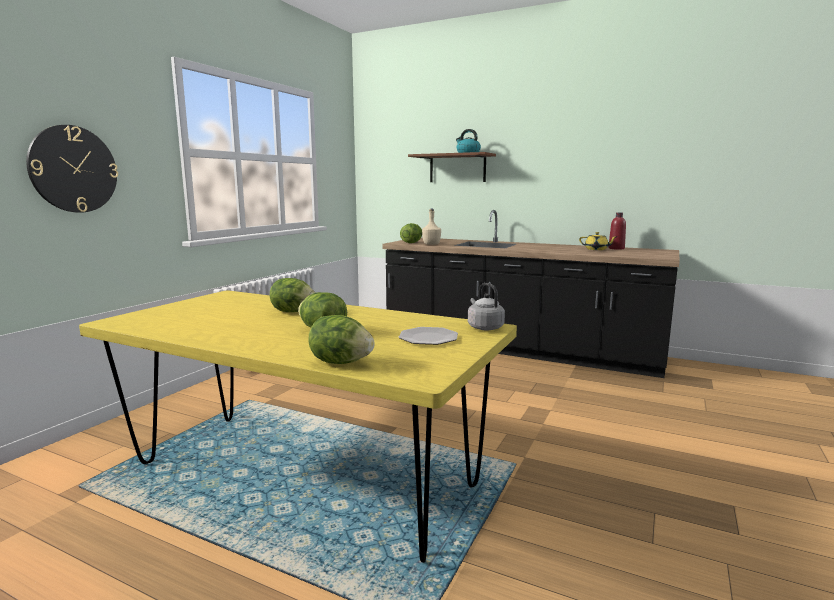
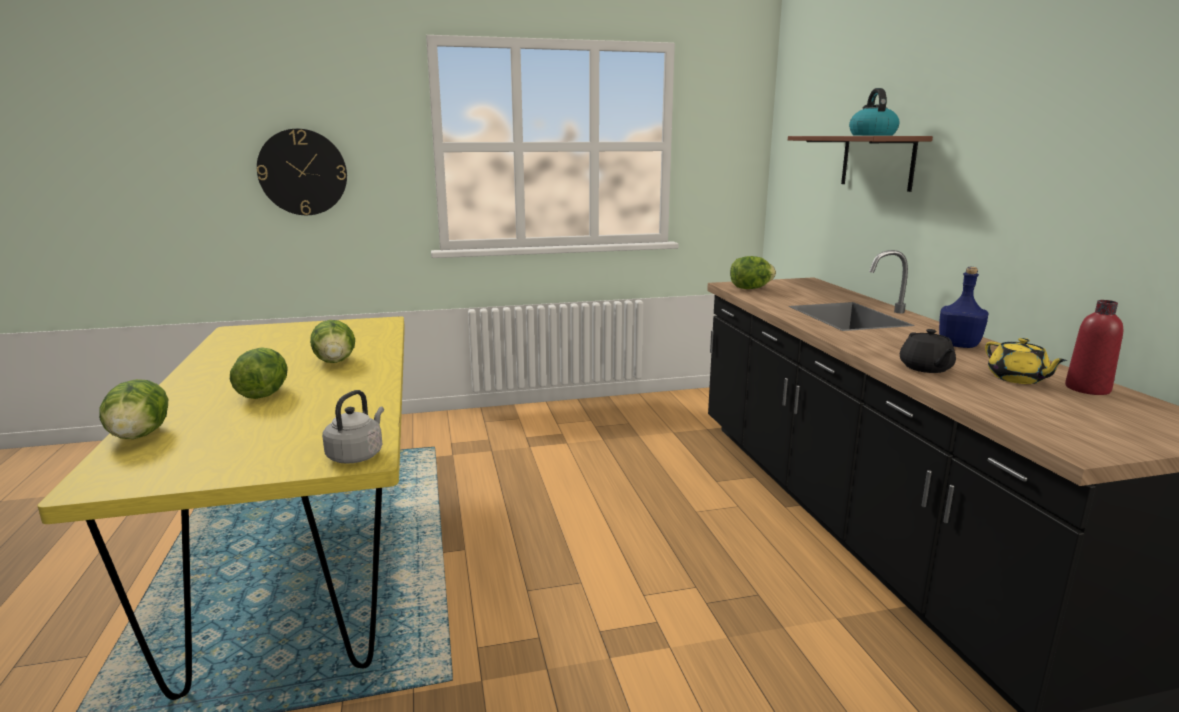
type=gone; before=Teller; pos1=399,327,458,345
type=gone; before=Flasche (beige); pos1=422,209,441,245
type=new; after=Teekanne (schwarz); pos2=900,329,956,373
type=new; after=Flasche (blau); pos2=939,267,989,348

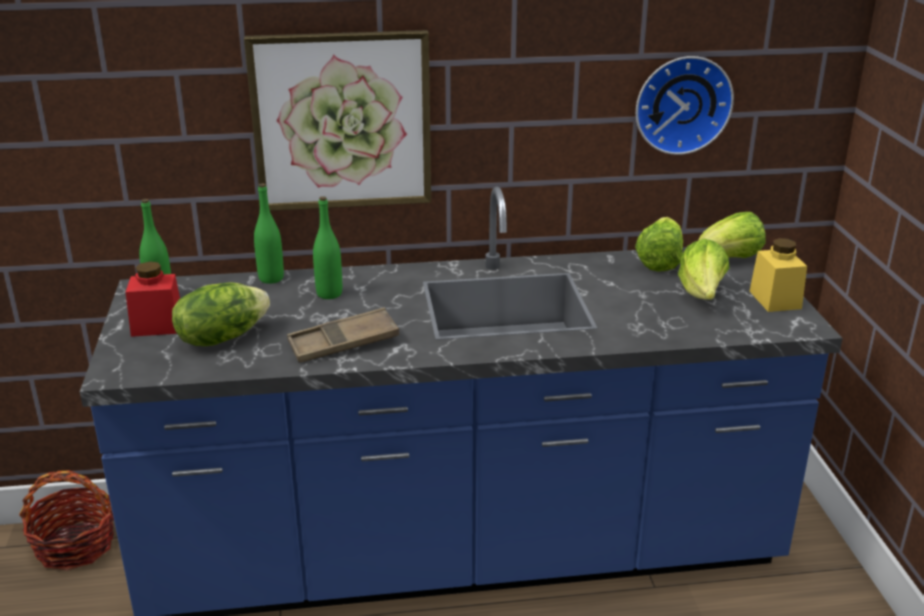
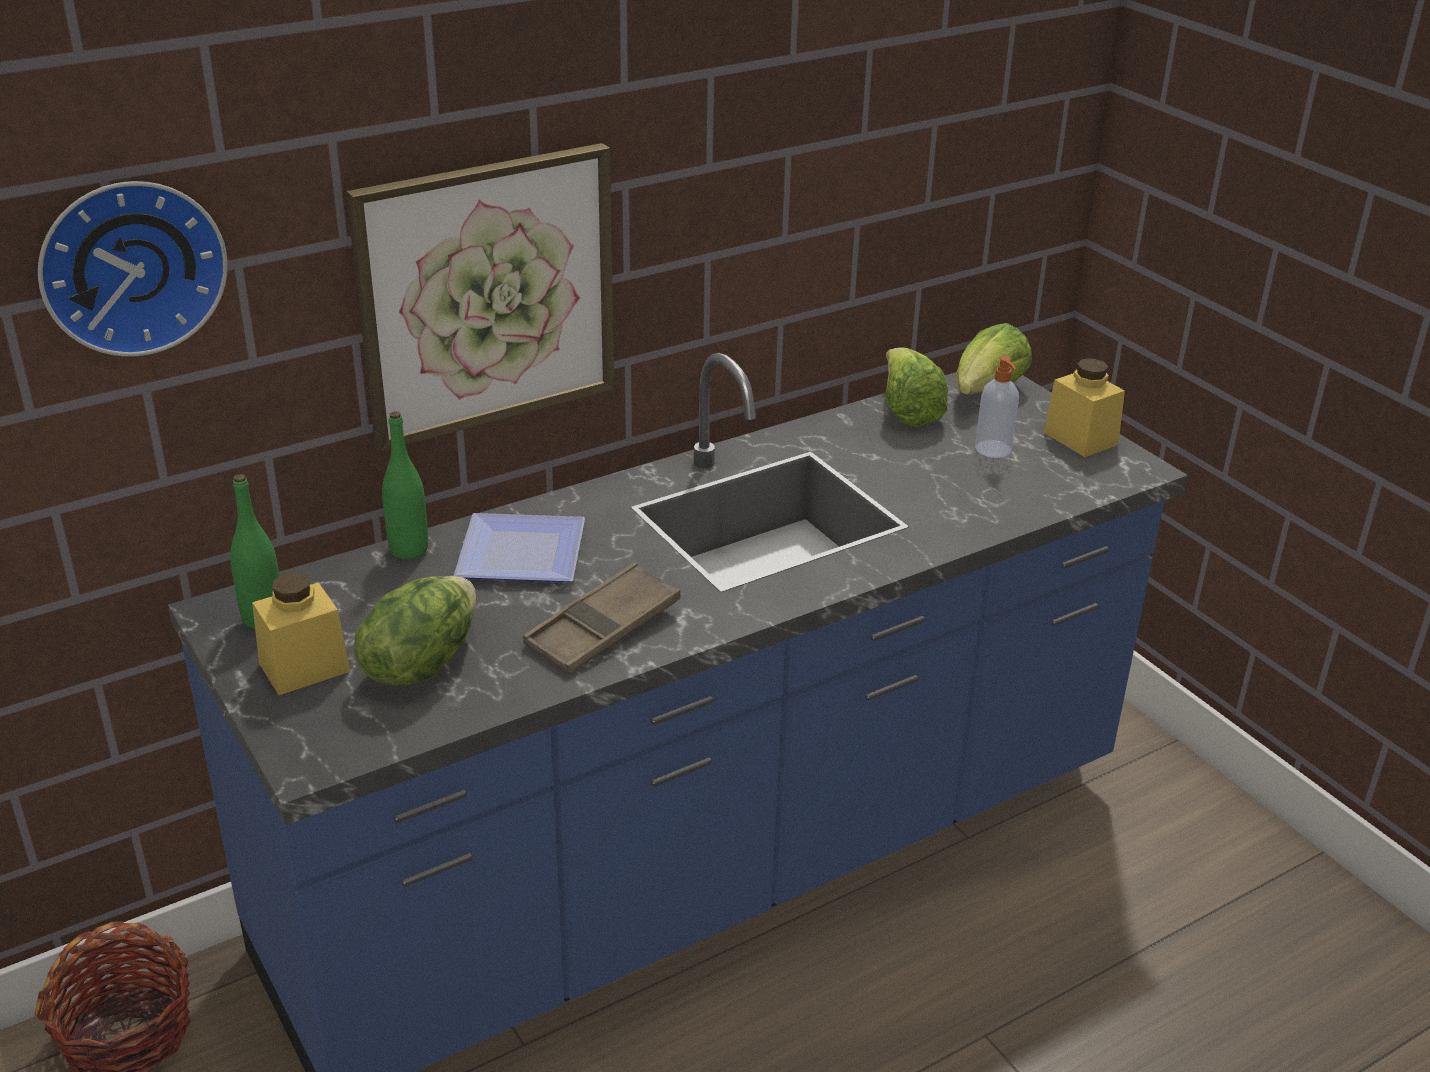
type=repainted; before=Vorratsglas (rot); after=Vorratsglas (gelb); pos1=126,261,180,337; pos2=252,572,350,695
type=swapped; before=Flasche (grün); after=Teller; pos1=313,196,342,299; pos2=454,513,585,582
type=shifted; before=Wanduhr; pos1=636,56,734,155; pos2=38,181,228,357
type=swapped; before=Salatkopf; after=Seifenspender; pos1=678,239,729,300; pos2=975,356,1019,458

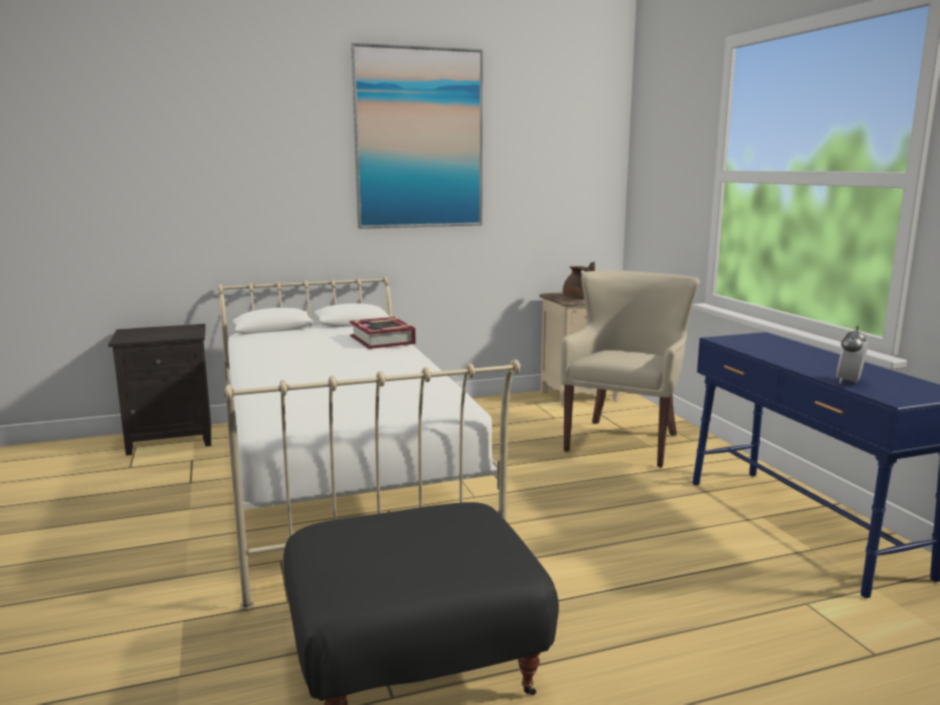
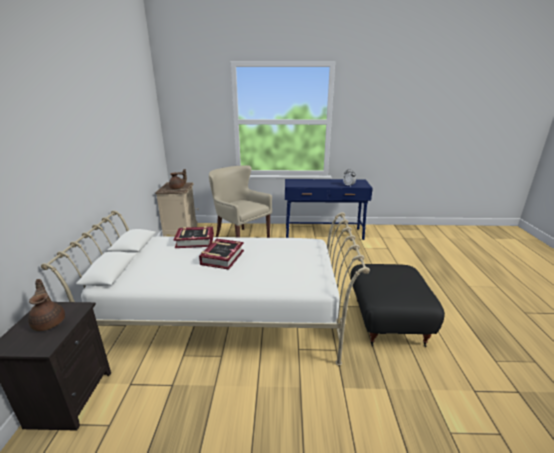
type=gone; before=Bild; pos1=351,43,483,229
type=new; after=Teekanne (braun); pos2=28,279,65,331
type=new; after=Buch; pos2=199,239,244,270

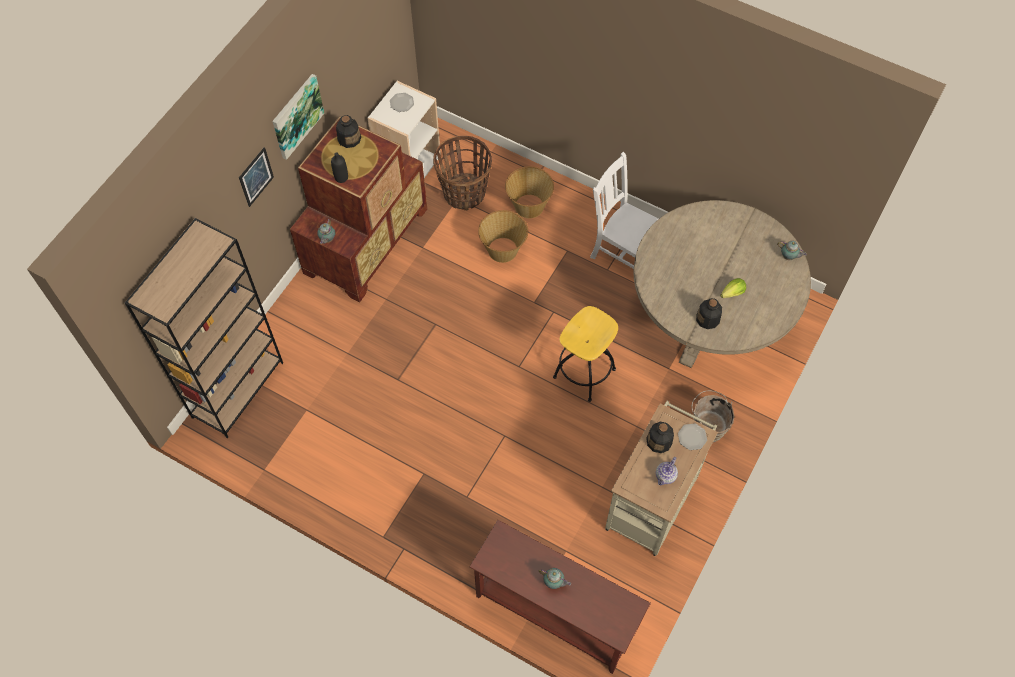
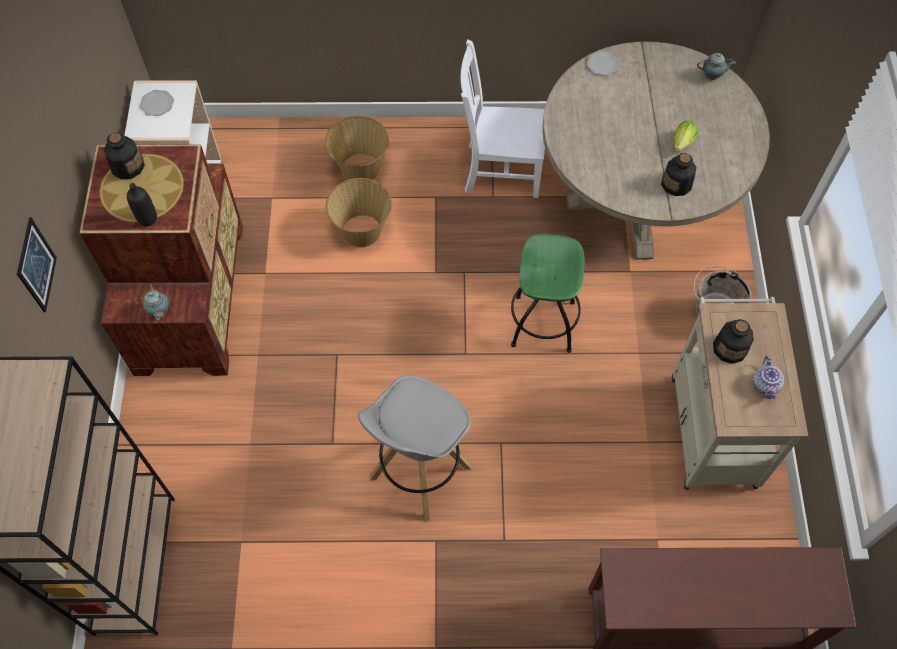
type=gone; before=Bild; pos1=272,74,324,160
type=gone; before=Korb; pos1=433,136,492,210
type=gone; before=Teekanne; pos1=539,568,571,589
type=repainted; before=Hocker (gelb); after=Hocker (grün); pos1=553,306,618,402; pos2=511,234,585,353
type=shifted; before=Teller; pos1=678,423,707,450; pos2=587,51,619,76
type=new; after=Hocker (grau); pos2=358,375,471,522

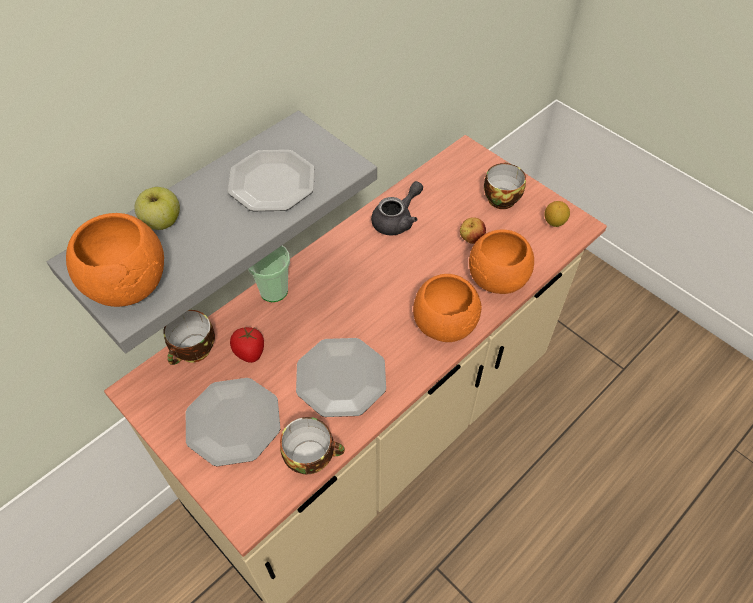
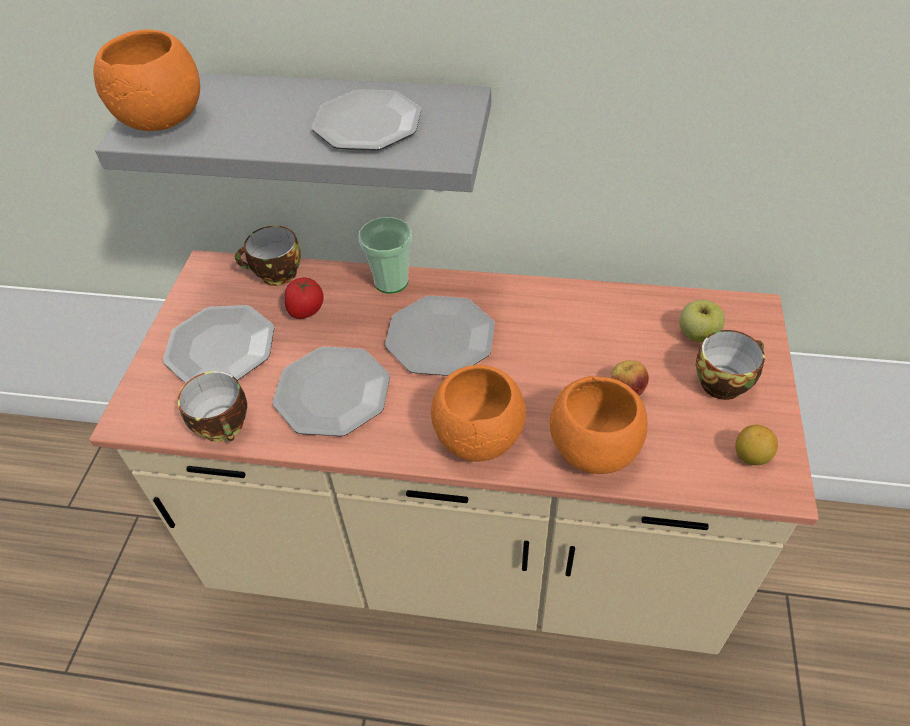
type=shifted; before=Apfel; pos1=134,187,180,230; pos2=679,300,725,342
type=gone; before=Teekanne (grau); pos1=371,181,423,236
type=new; after=Teller; pos2=385,295,495,376

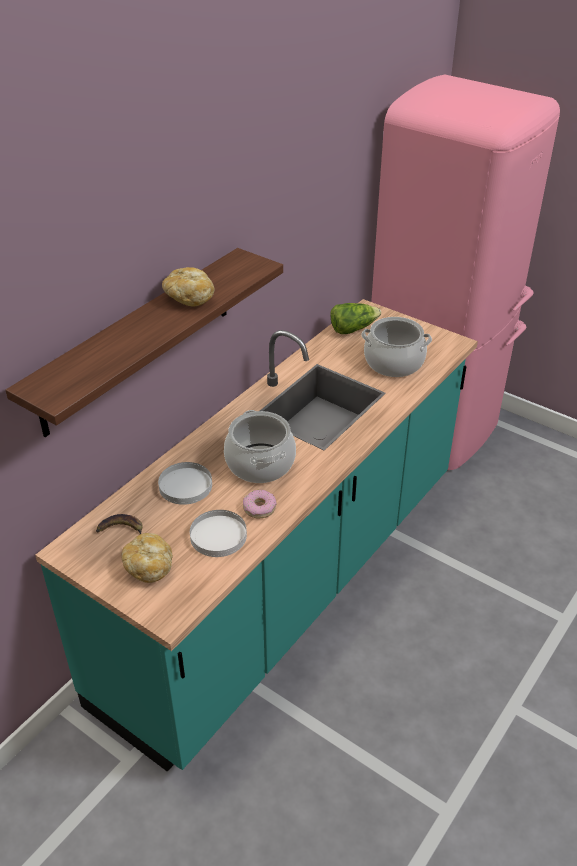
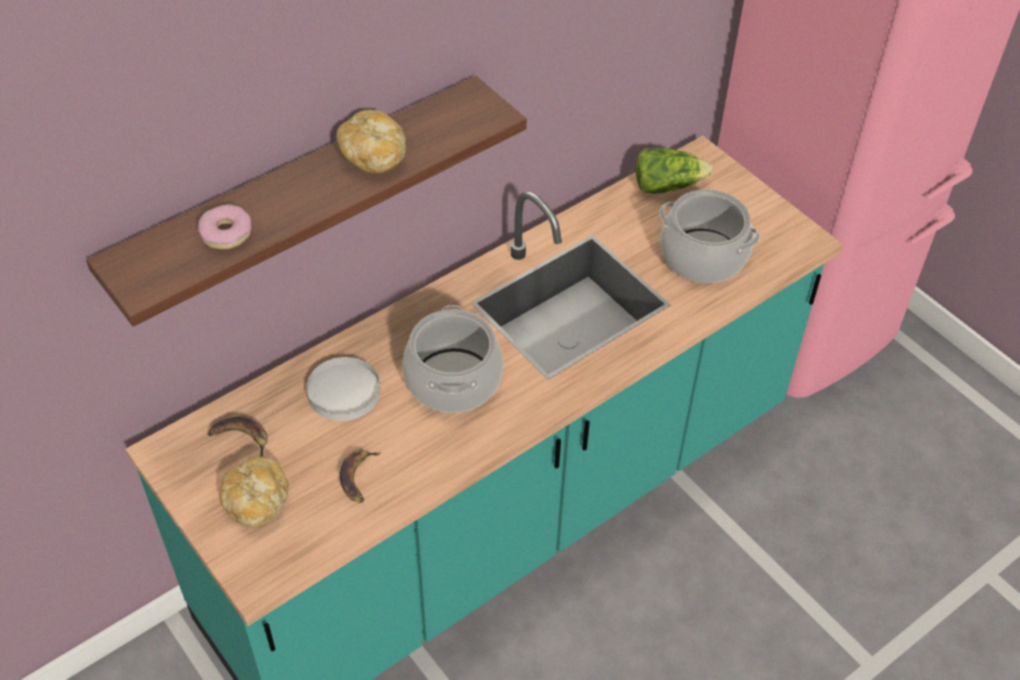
type=swapped; before=Teller (weiß); after=Banane; pos1=190,510,247,557; pos2=340,449,381,503
type=shifted; before=Donut; pos1=243,490,277,519; pos2=198,205,251,249

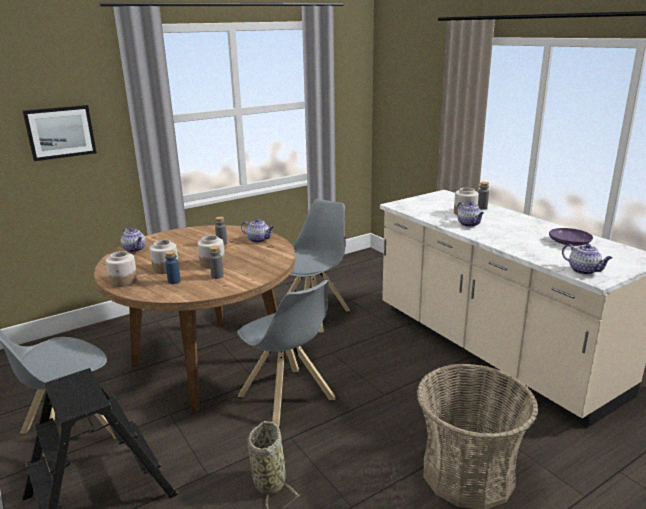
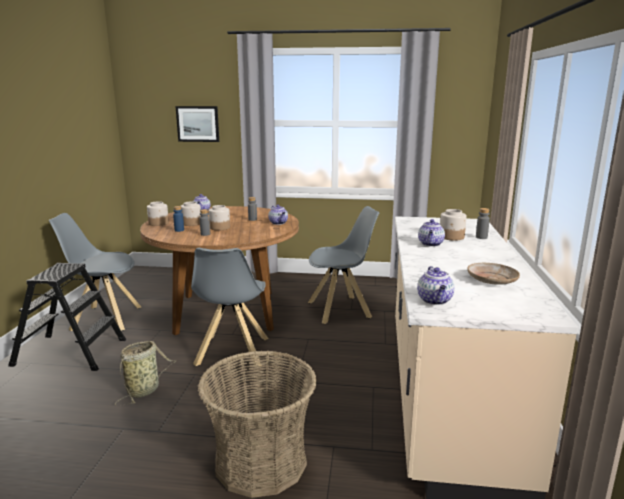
type=repainted; before=Teller (lila); after=Teller (beige); pos1=549,228,593,246; pos2=467,263,520,285

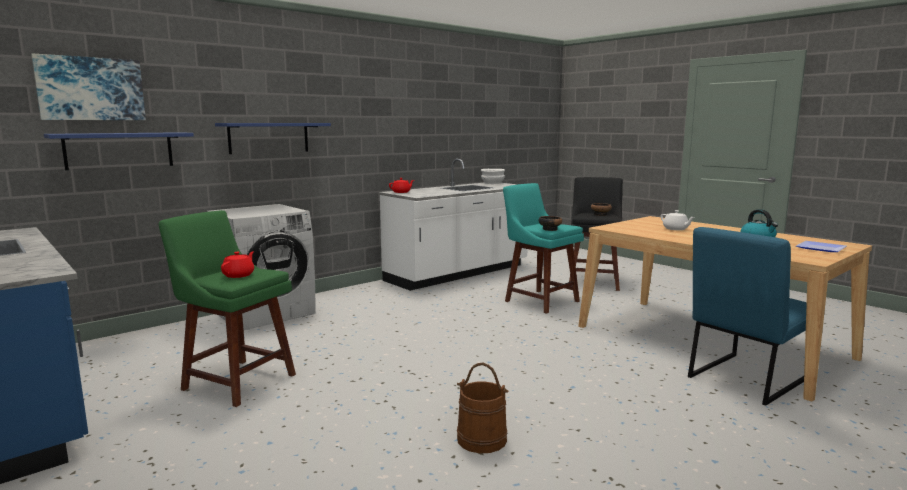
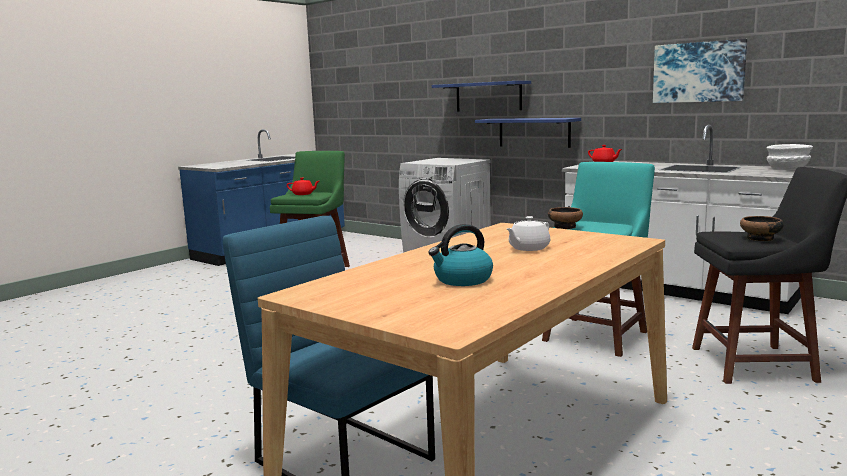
type=shifted; before=Bild; pos1=31,54,146,120; pos2=653,39,747,103
type=shifted; before=Wandregal (blau); pos1=44,132,194,170; pos2=475,118,581,148
type=gone; before=Eimer (braun); pos1=457,363,509,453
type=gone; before=Teller; pos1=796,241,846,252

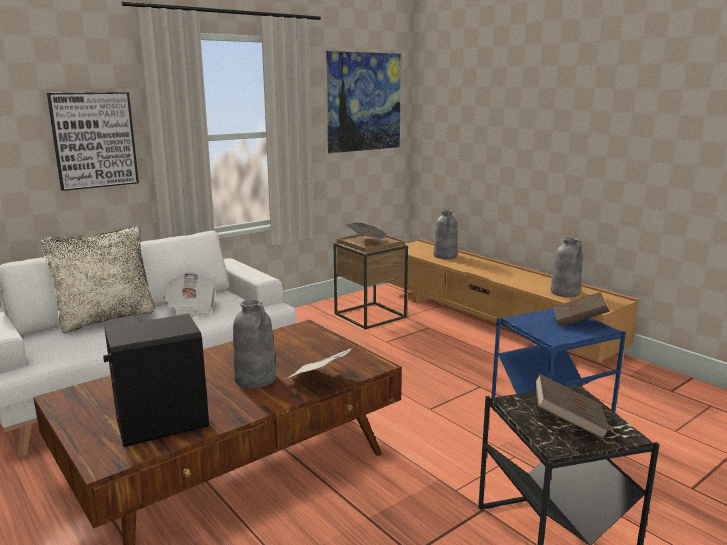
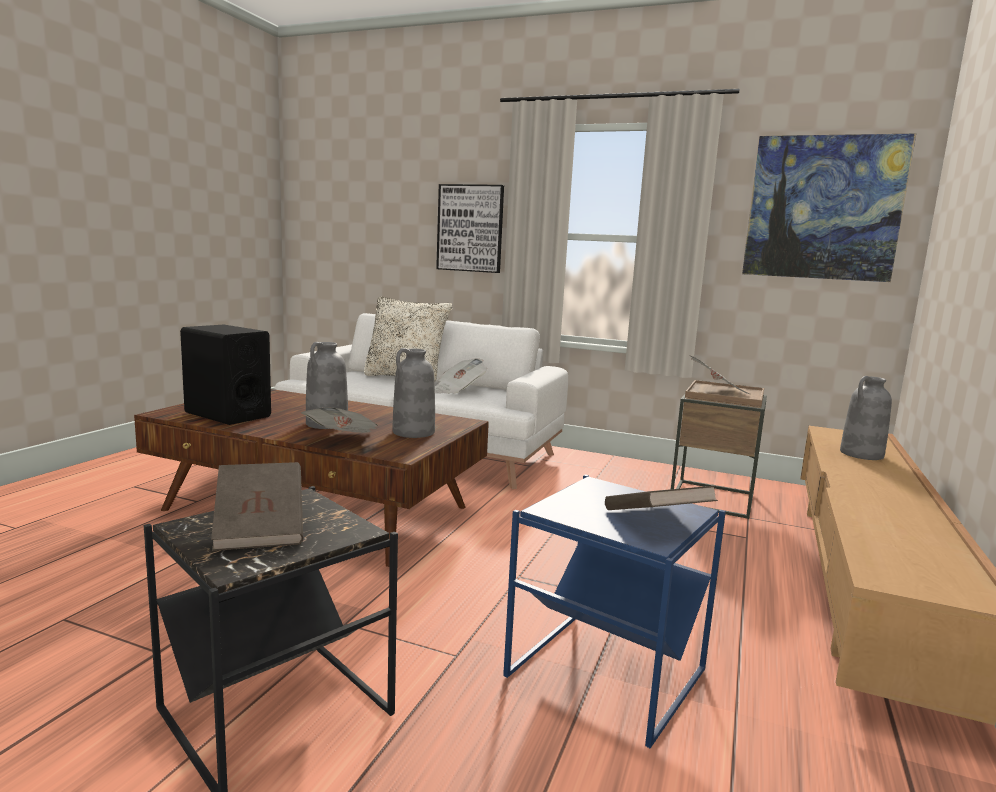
type=shifted; before=Vase (grau); pos1=551,237,583,297; pos2=392,348,435,438

